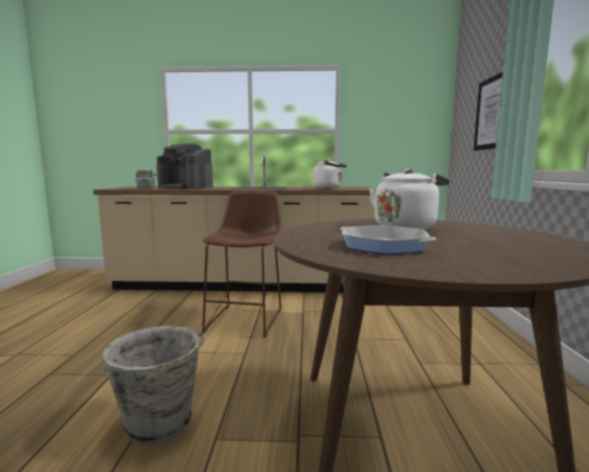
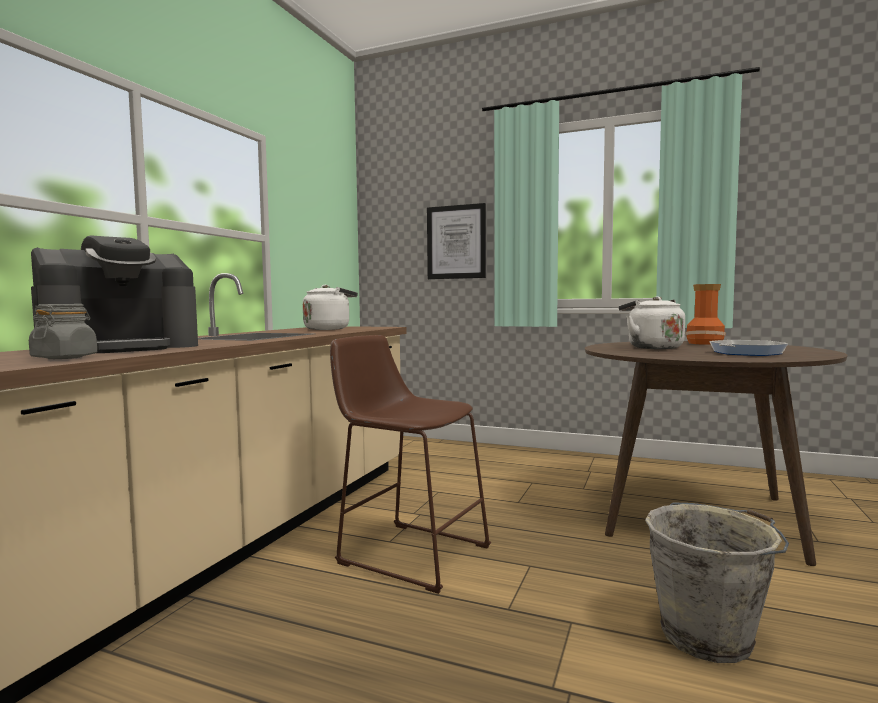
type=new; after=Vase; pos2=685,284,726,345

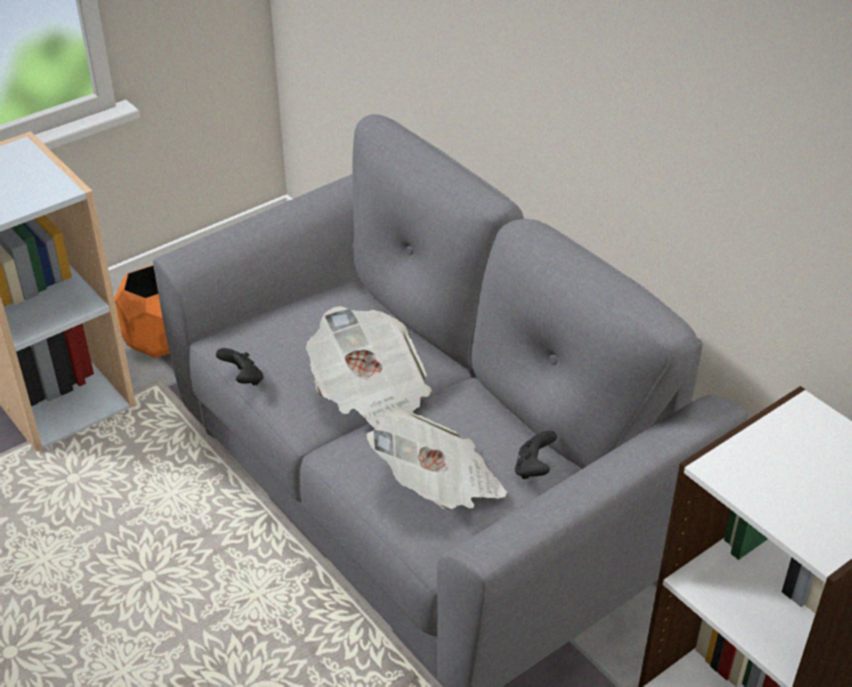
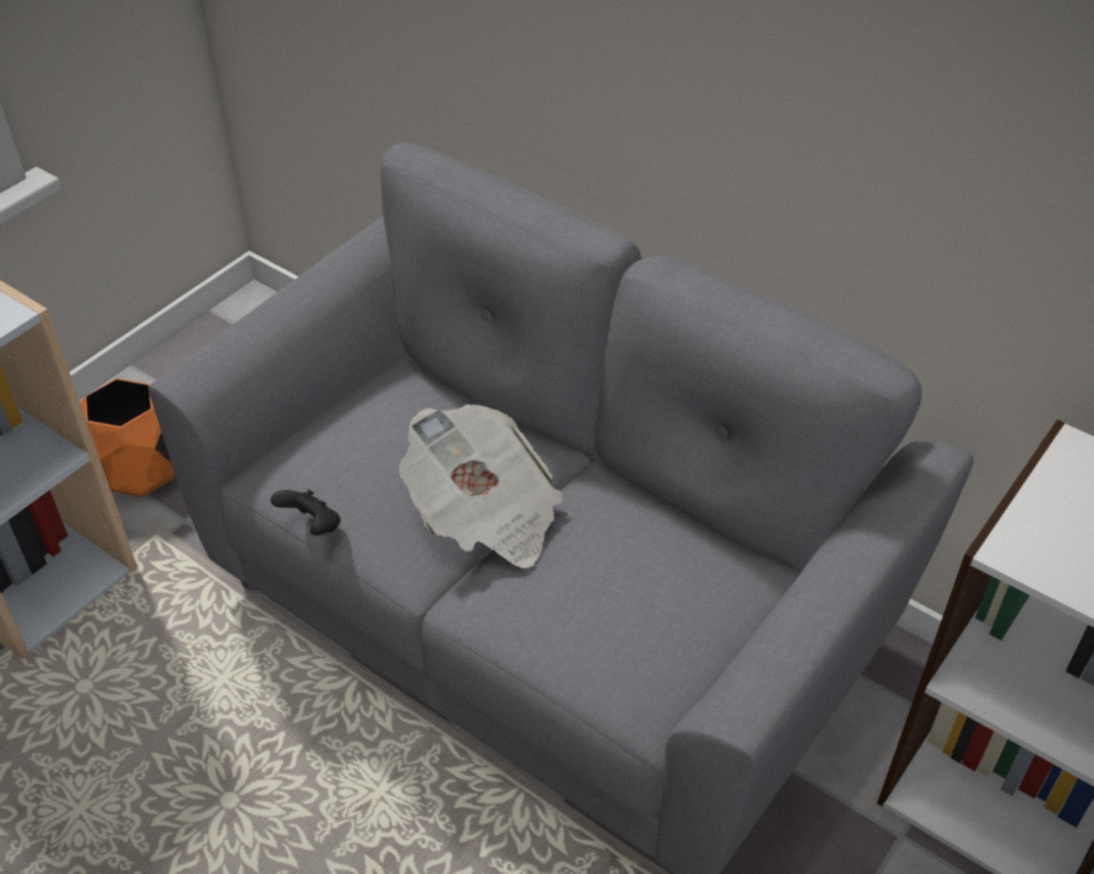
type=gone; before=Zeitung; pos1=366,409,507,510
type=gone; before=Gamepad (schwarz); pos1=515,430,557,479

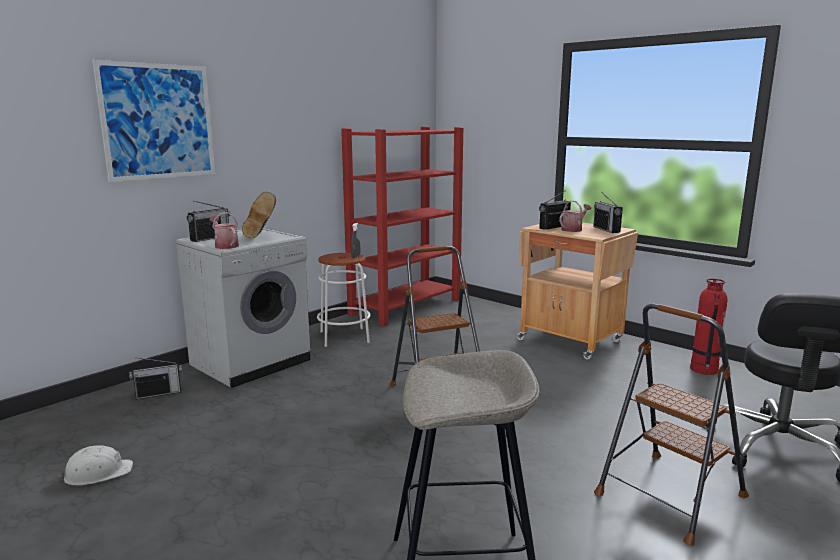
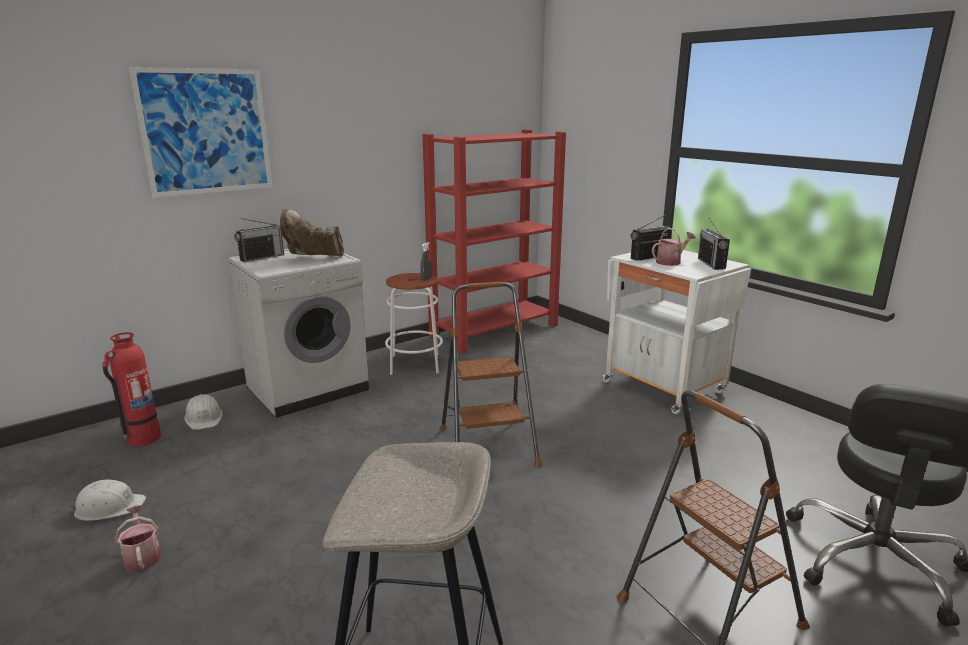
type=swapped; before=Radio; after=Schutzhelm (weiß); pos1=129,357,182,399; pos2=184,394,223,430
type=shifted; before=Gießkanne; pos1=209,212,239,249; pos2=115,505,162,572
type=rotated; before=Stiefel (braun); pos1=242,191,276,238; pos2=280,209,344,257; turn=90
type=repainted; before=Rollwagen (braun); after=Rollwagen (weiß); pos1=517,223,638,359; pos2=602,250,751,414
type=shifted; before=Feuerlöscher; pos1=690,279,728,375; pos2=102,332,161,447

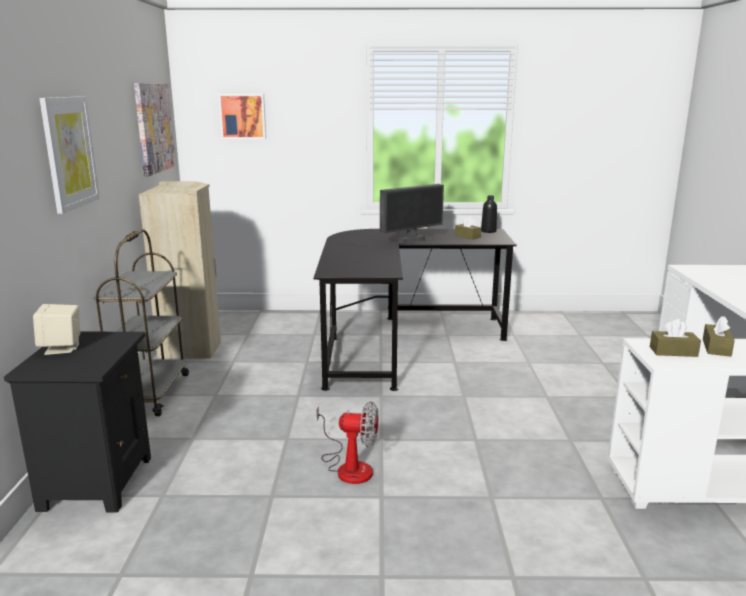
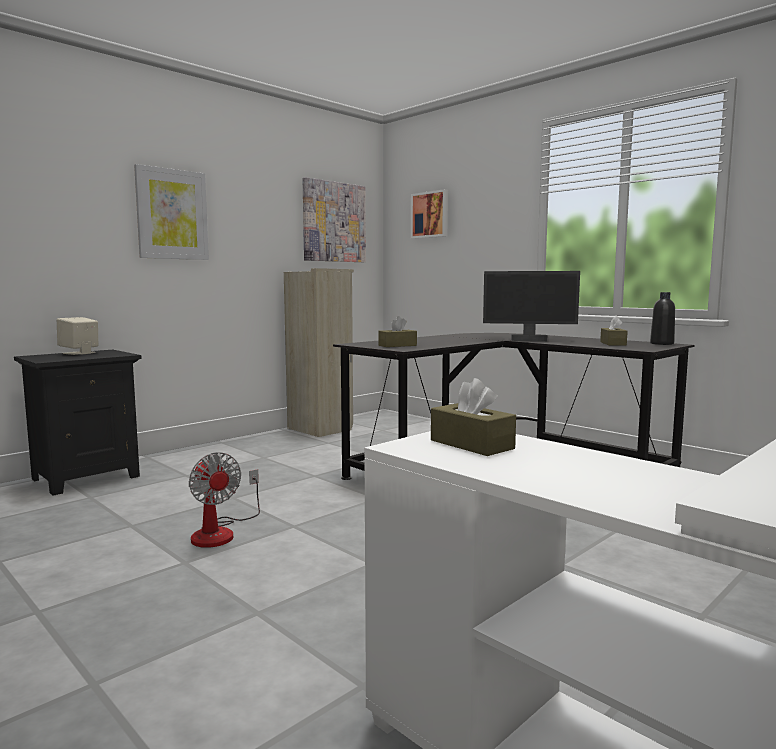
type=gone; before=Rollwagen (grau); pos1=93,229,189,416
type=shifted; before=Taschentuchbox (braun); pos1=703,316,735,357; pos2=378,316,417,347

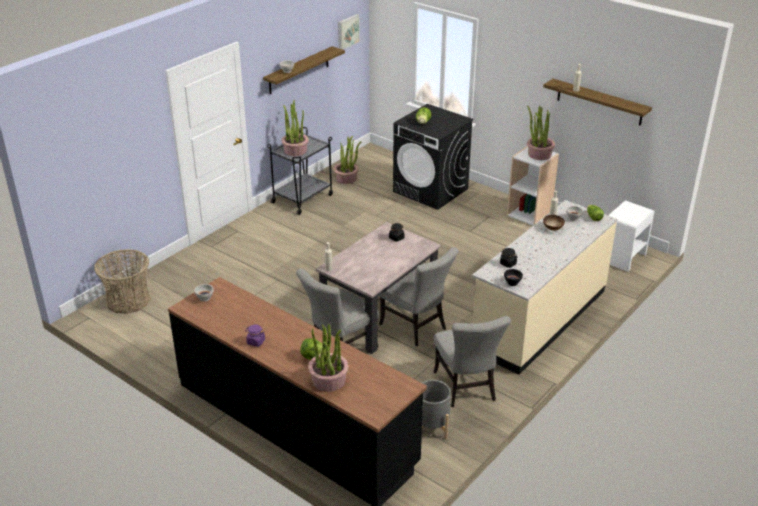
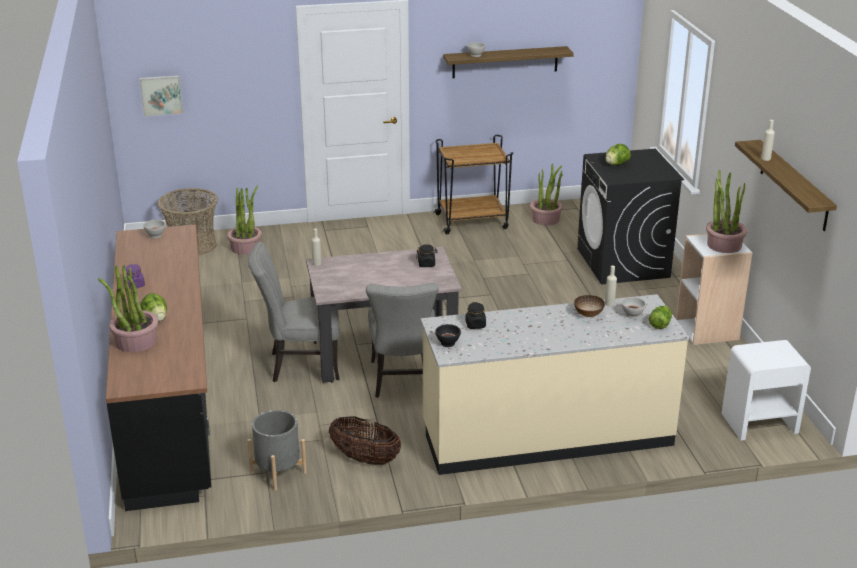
type=repainted; before=Rollwagen (grau); after=Rollwagen (braun); pos1=267,127,333,215; pos2=433,135,513,234
type=shifted; before=Topfpflanze; pos1=282,100,309,156; pos2=227,186,262,255
type=shifted; before=Bild; pos1=338,14,360,50; pos2=139,75,183,117
type=swapped; before=Stuhl (grau); after=Korb; pos1=433,316,511,407; pos2=329,416,401,465

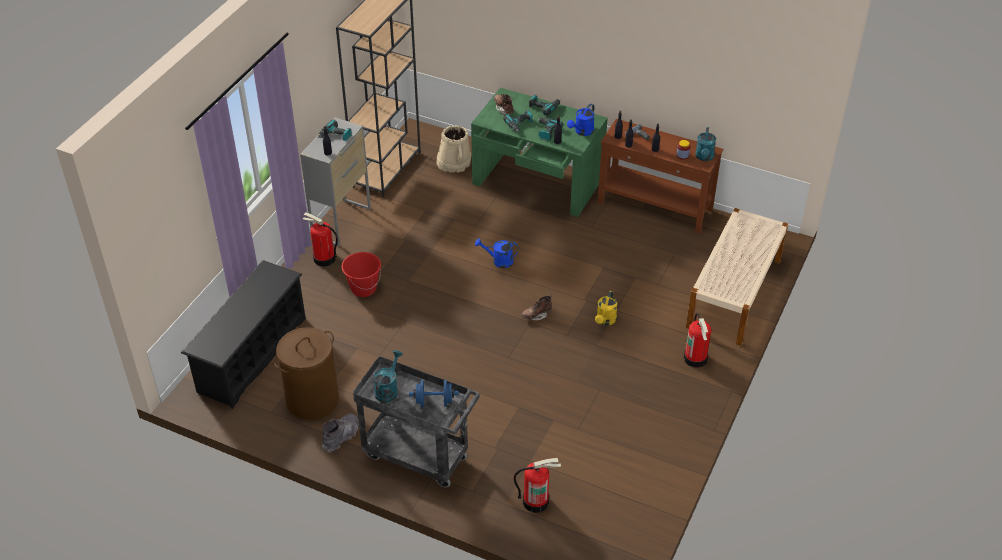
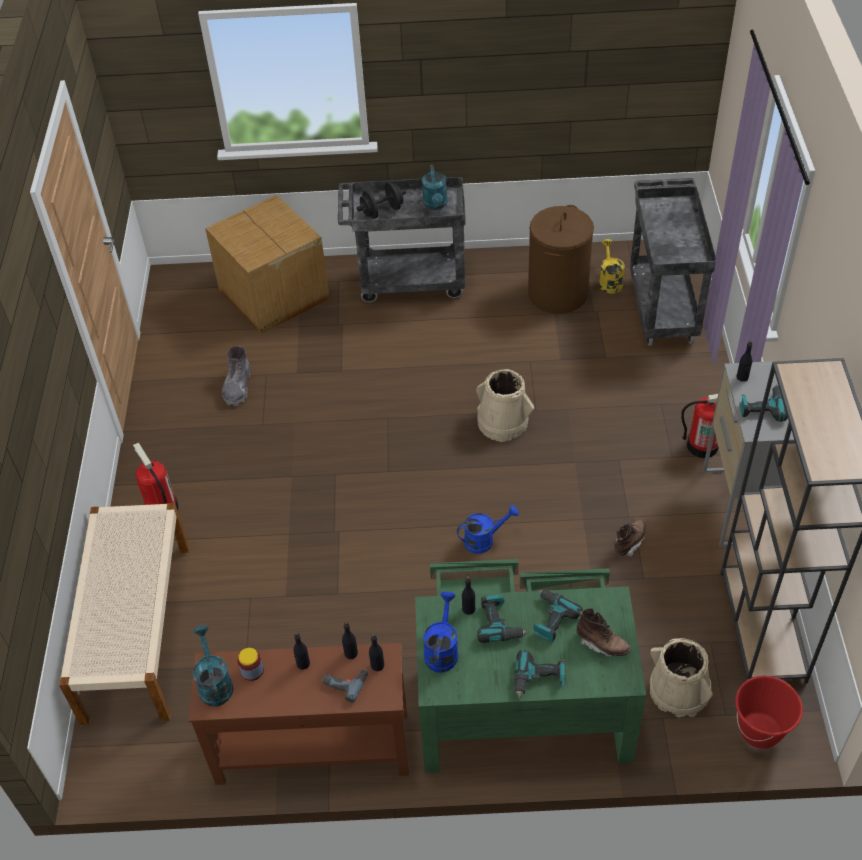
type=swapped; before=Schuhregal (schwarz); after=Rollwagen (grau); pos1=181,260,306,409; pos2=630,178,716,346
type=shifted; before=Stiefel (grau); pos1=322,414,359,453; pos2=222,346,251,407
type=shifted; before=Eimer (rot); pos1=341,252,381,297; pos2=735,676,803,749
type=repainted; before=Hantel (blau); after=Hantel (schwarz); pos1=409,380,459,407; pos2=357,182,406,219
type=swapped; before=Feuerlöscher; after=Karton; pos1=514,458,561,513; pos2=205,195,330,335
type=shifted; before=Stiefel (braun); pos1=521,294,552,321; pos2=614,520,646,557
type=shifted; before=Gießkanne (gelb); pos1=595,291,617,326; pos2=599,239,625,294
type=new; after=Eimer (beige); pos2=476,369,534,442

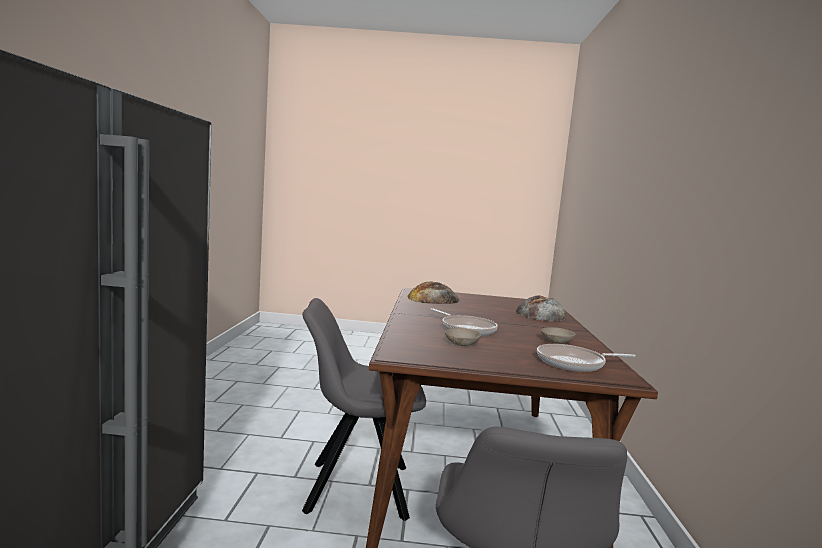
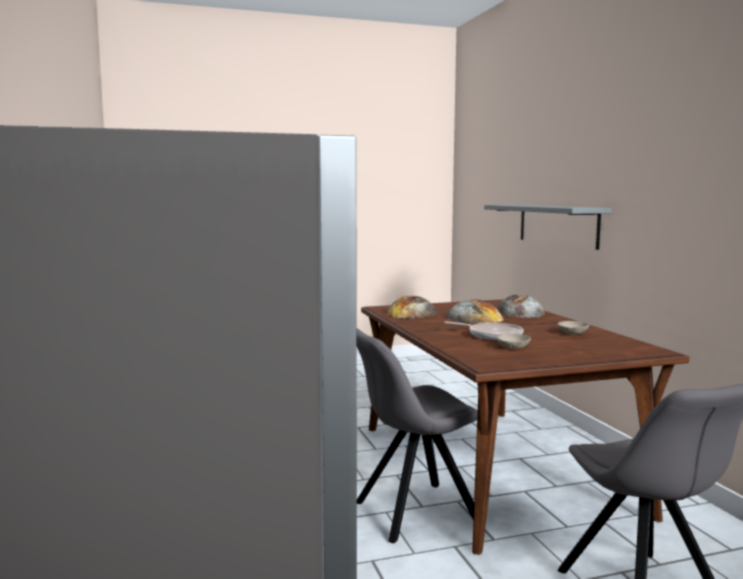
type=gone; before=Pfanne; pos1=537,344,636,372
type=new; after=Brot; pos2=445,299,504,324
type=new; after=Wandregal (grau); pos2=484,205,611,250

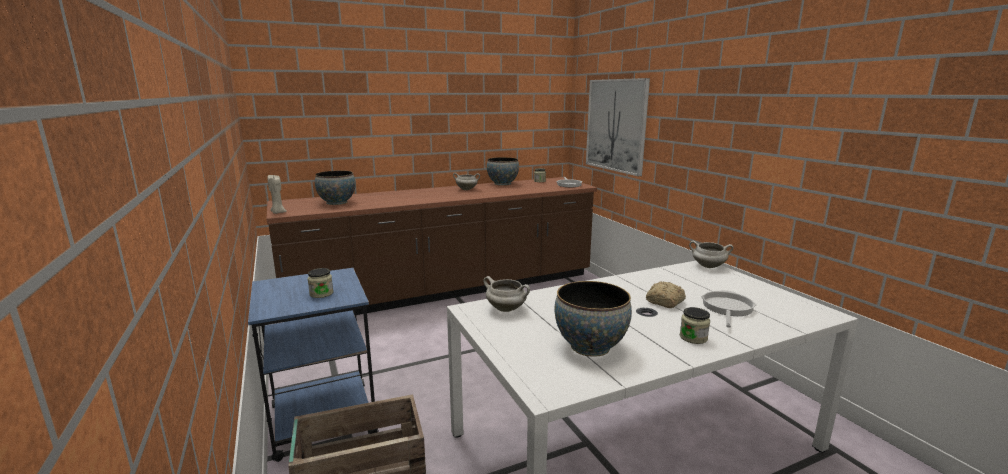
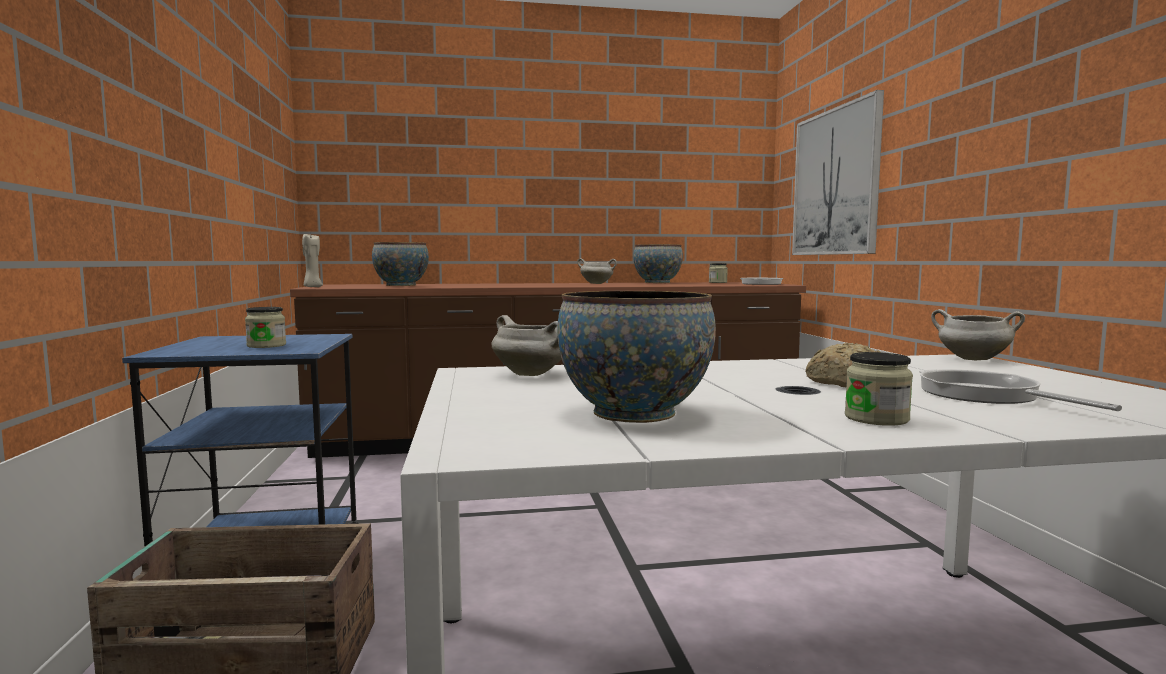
type=rotated; before=Pfanne; pos1=701,290,757,328; pos2=919,369,1122,411; turn=-60

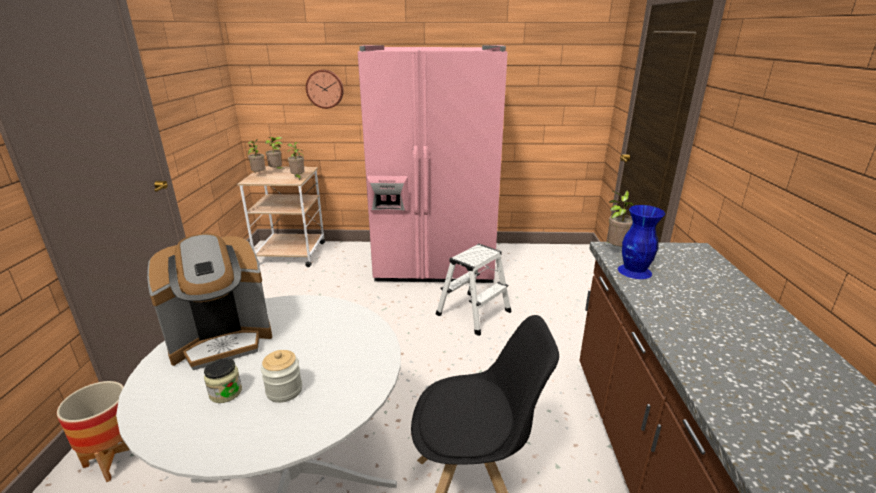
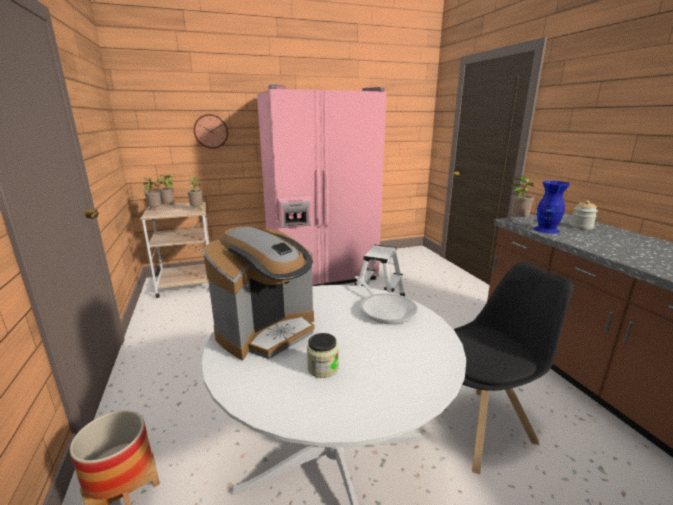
type=shifted; before=Vorratsglas; pos1=261,350,302,403; pos2=570,200,598,230
type=new; after=Pfanne; pos2=355,276,418,324

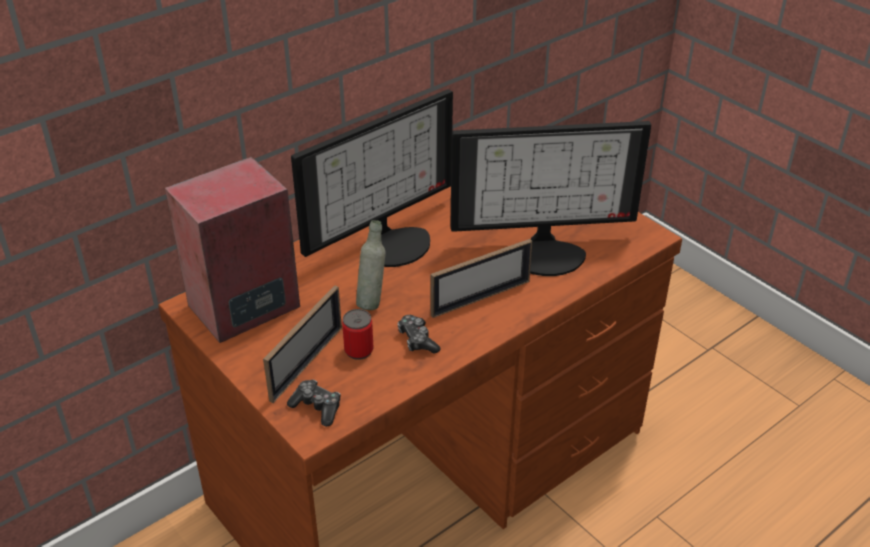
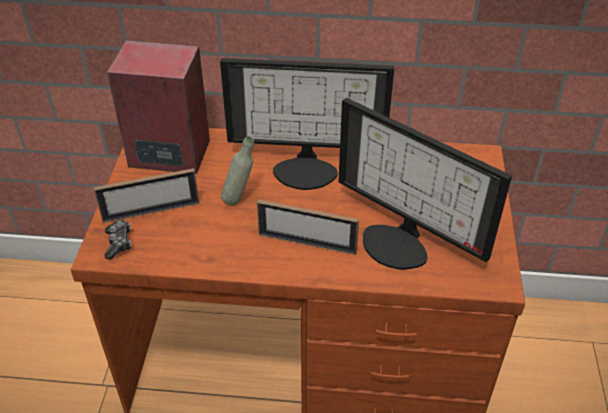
type=gone; before=Dose; pos1=342,309,374,360
type=gone; before=Gamepad; pos1=398,315,441,354

